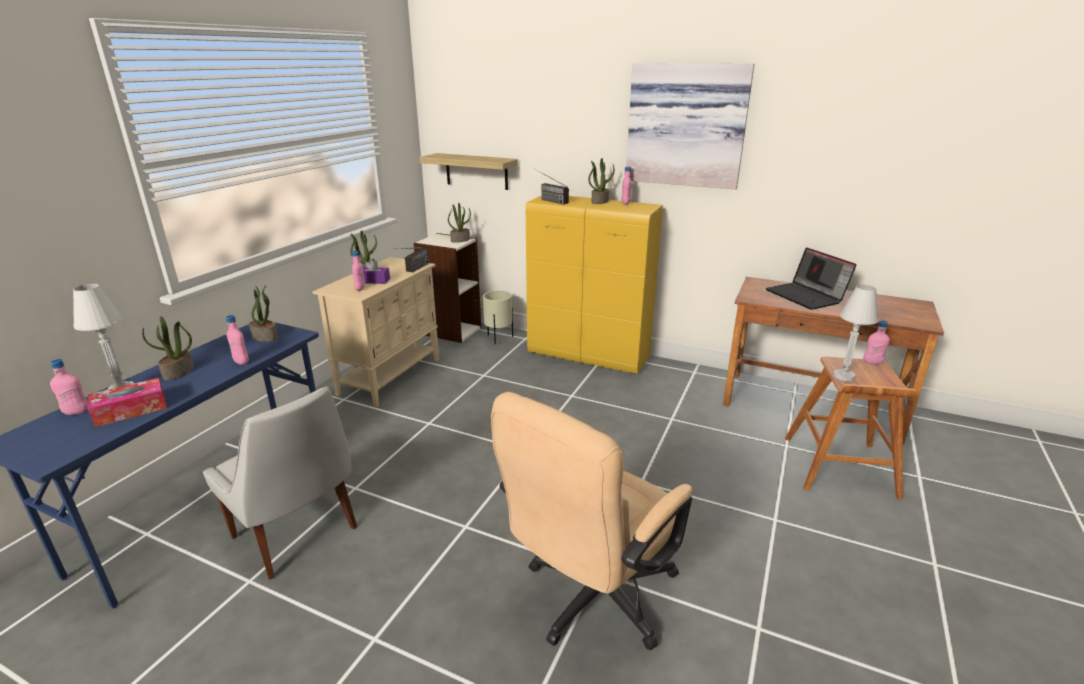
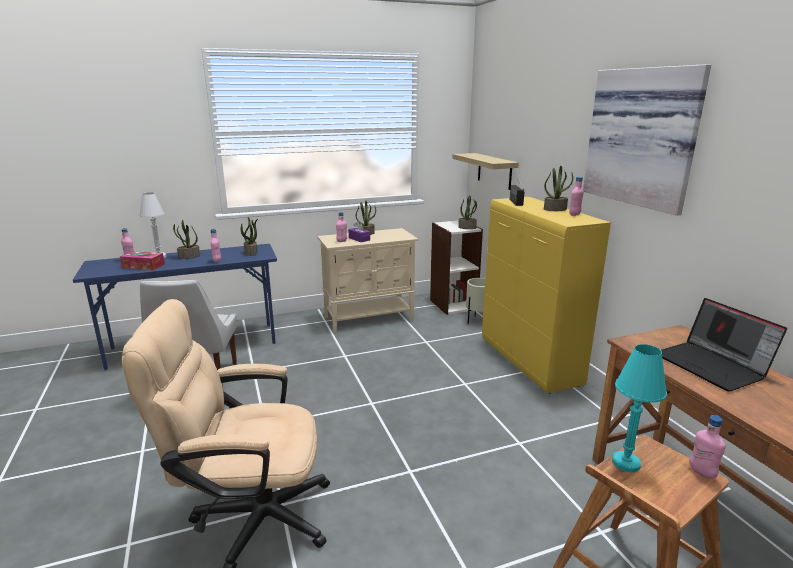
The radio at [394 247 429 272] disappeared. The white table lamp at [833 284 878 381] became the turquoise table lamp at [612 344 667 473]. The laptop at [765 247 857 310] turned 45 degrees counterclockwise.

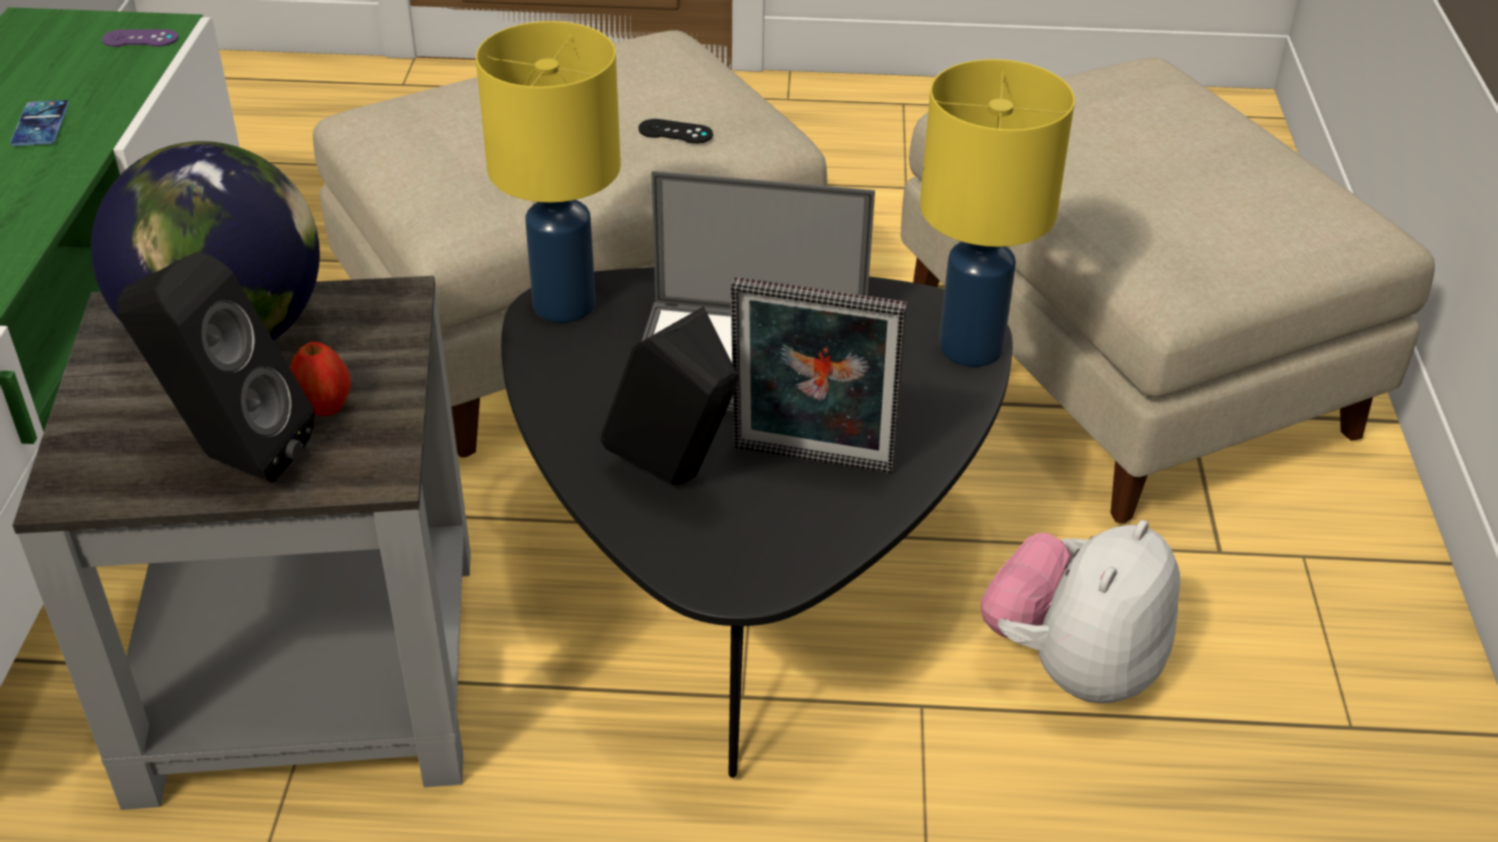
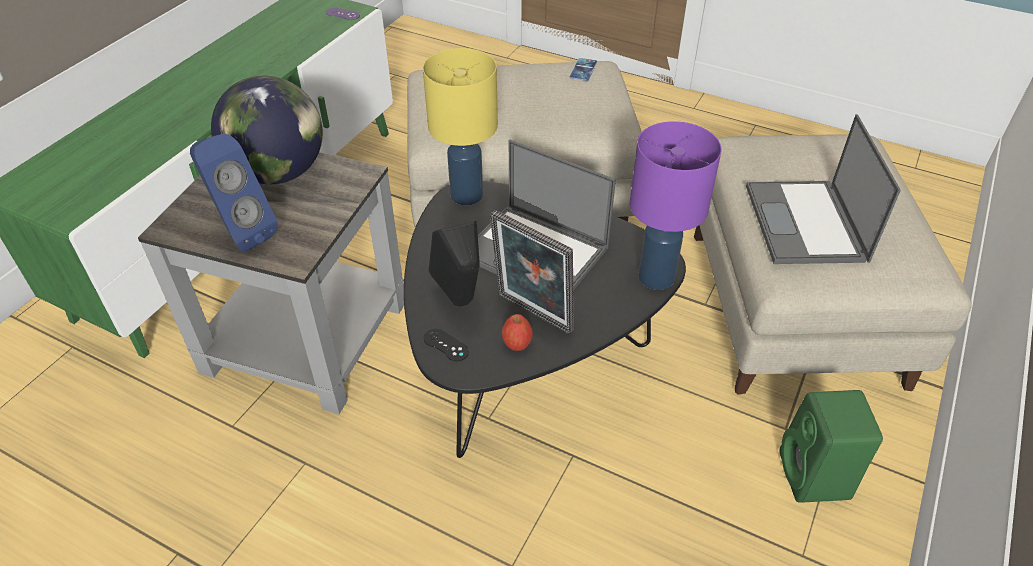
The plush toy at [981 520 1180 703] disappeared. The laptop at [746 114 901 264] appeared. The green speaker at [779 390 883 503] appeared. The phone moved from [10 100 69 146] to [570 58 597 81]. The apple moved from [290 342 351 416] to [502 314 533 351]. The black game controller moved from [638 119 713 144] to [424 329 469 361]. The black speaker at [117 252 315 483] became the blue speaker at [190 133 278 251]. The yellow table lamp at [920 59 1075 367] became the purple table lamp at [630 121 721 290].

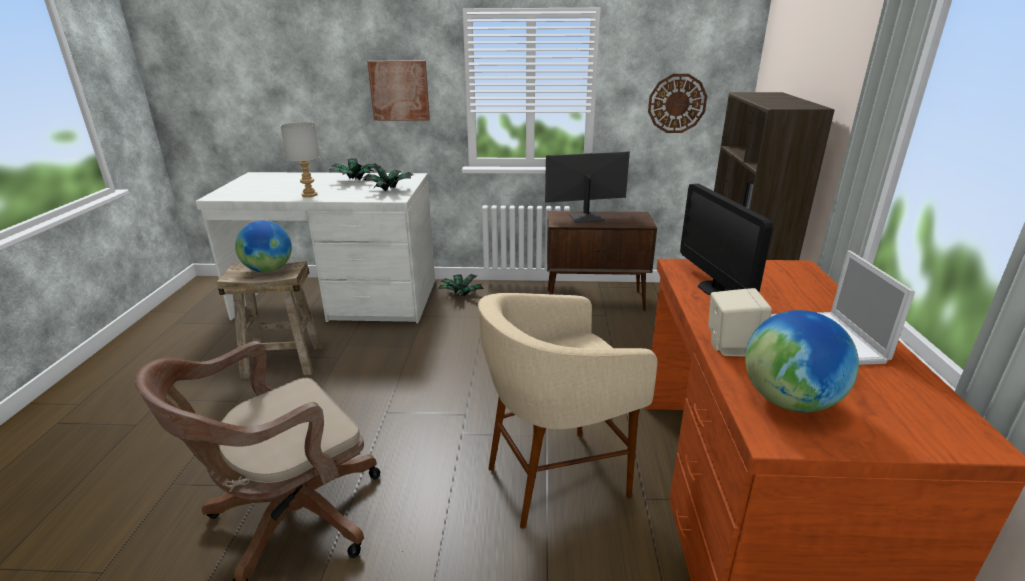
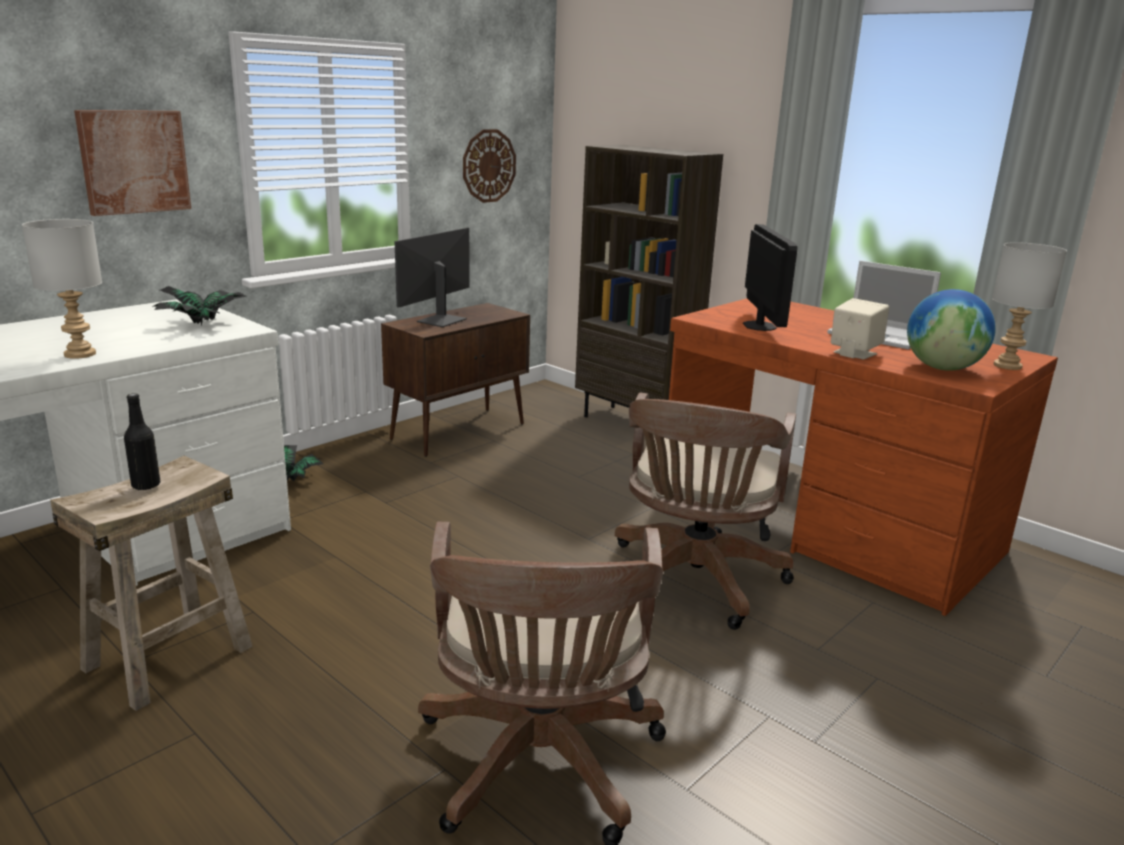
The potted plant at [329 158 378 181] disappeared. The grey table lamp at [992 242 1067 370] appeared. The globe at [235 220 292 272] was replaced by the black bottle at [124 393 161 490]. The beige stool at [478 293 657 529] was replaced by the brown office chair at [615 393 796 630]. The monitor at [680 184 773 295] turned 120 degrees counterclockwise.

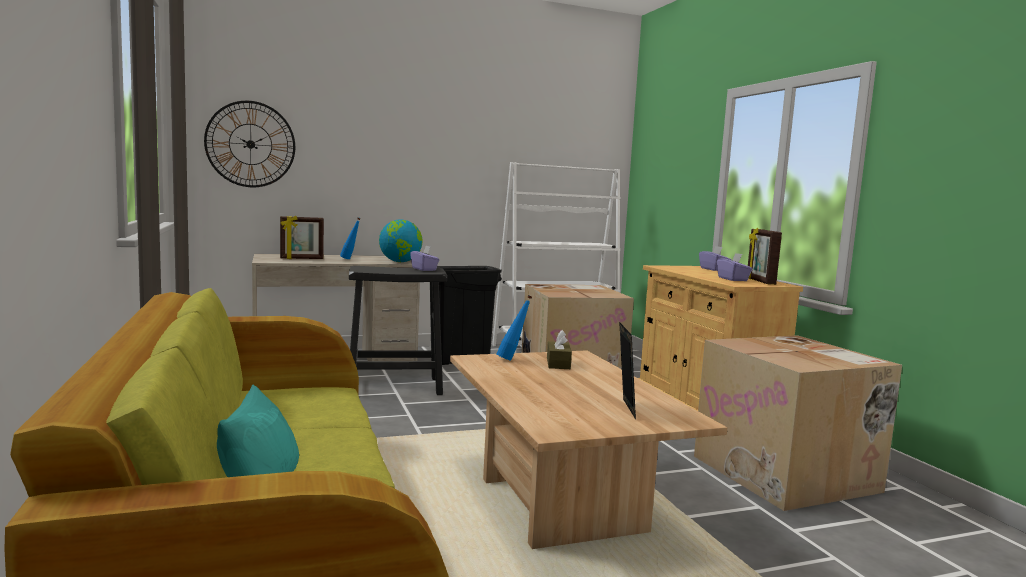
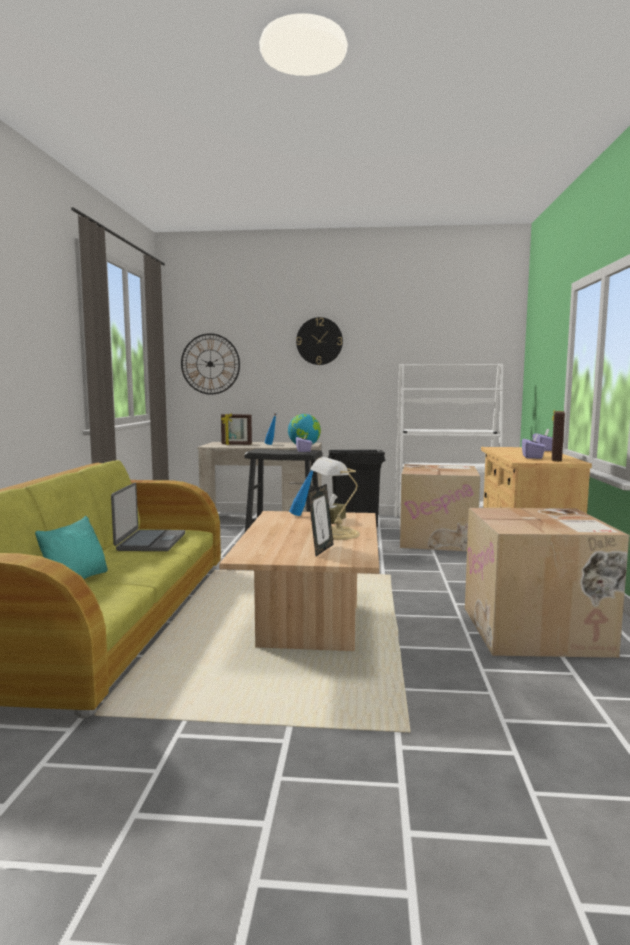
The laptop at [111 482 185 551] appeared. The wall clock at [296 317 343 365] appeared. The table lamp at [310 457 360 540] appeared.

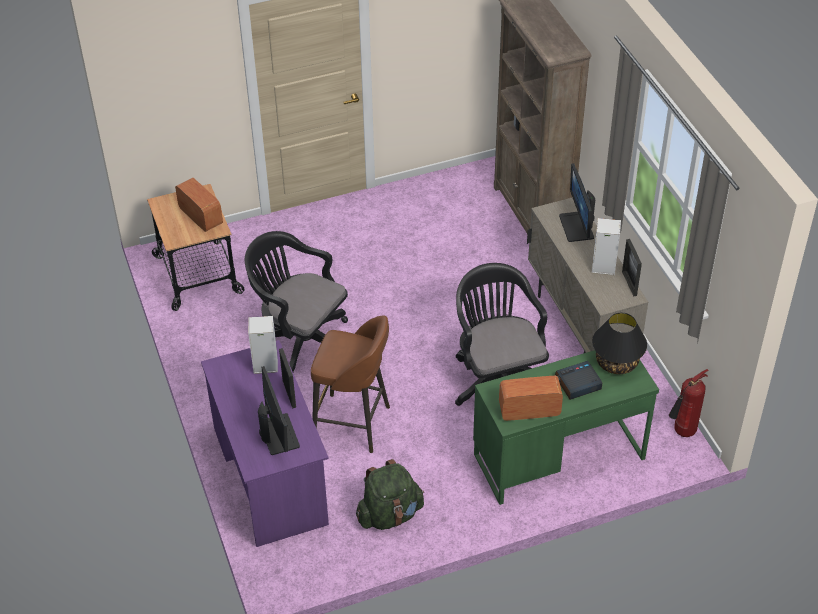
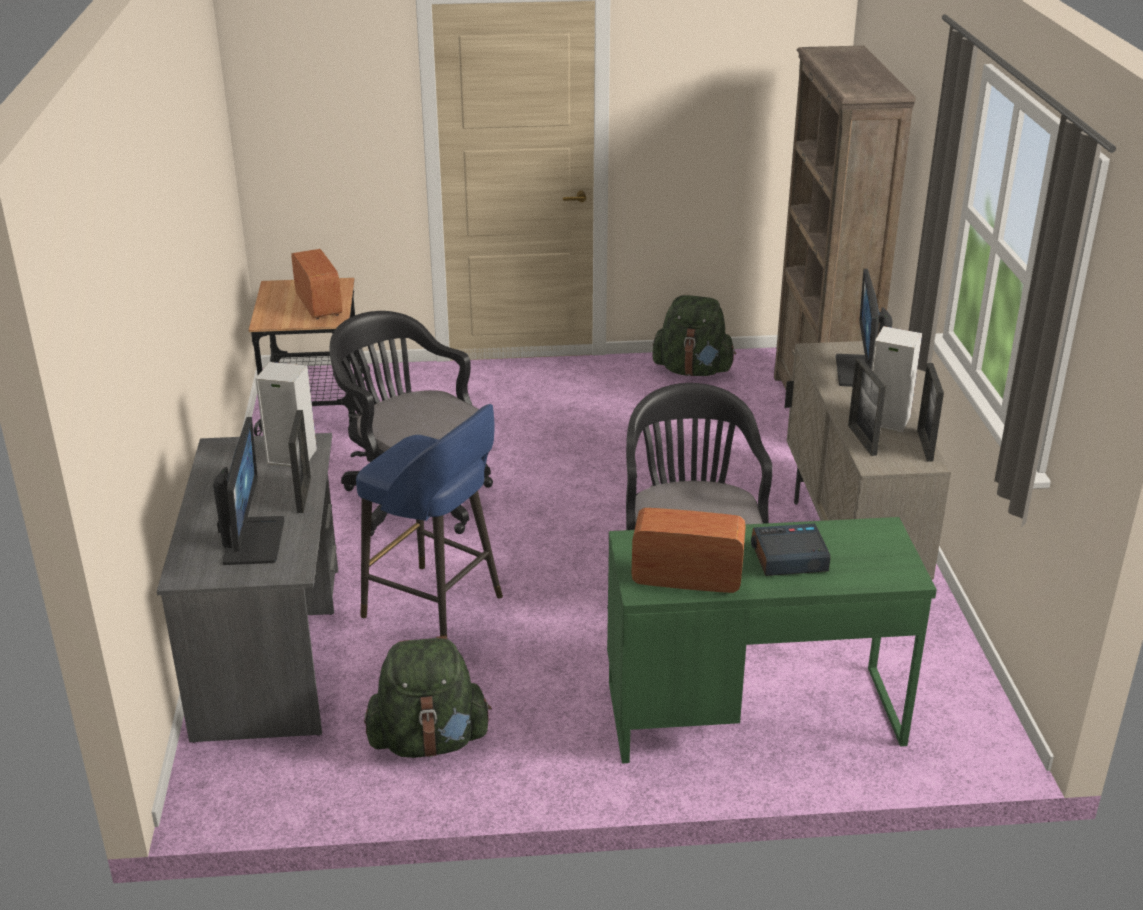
The black table lamp at [592 313 647 374] disappeared. The fire extinguisher at [669 369 709 437] disappeared. The green backpack at [653 295 736 376] appeared. The picture frame at [848 358 886 456] appeared. The purple desk at [201 340 329 547] became the grey desk at [157 433 338 743]. The brown stool at [311 316 390 453] became the blue stool at [356 404 503 636].

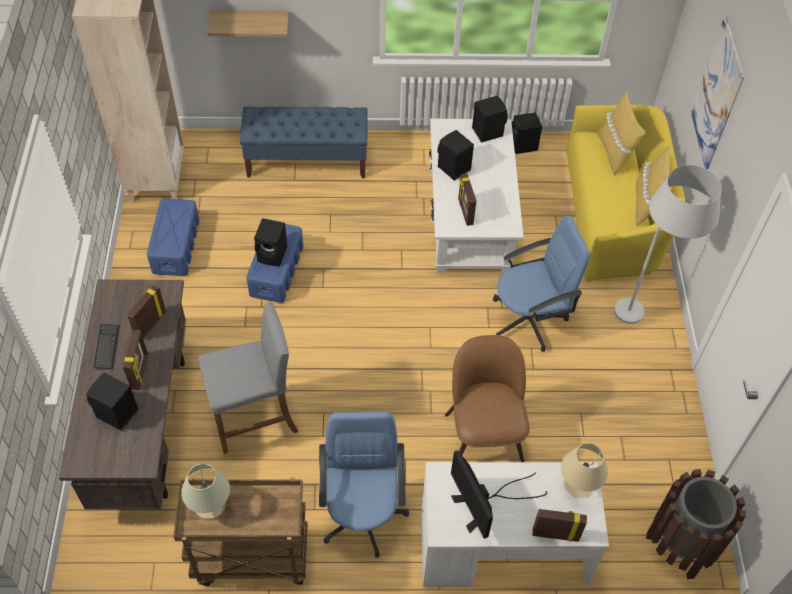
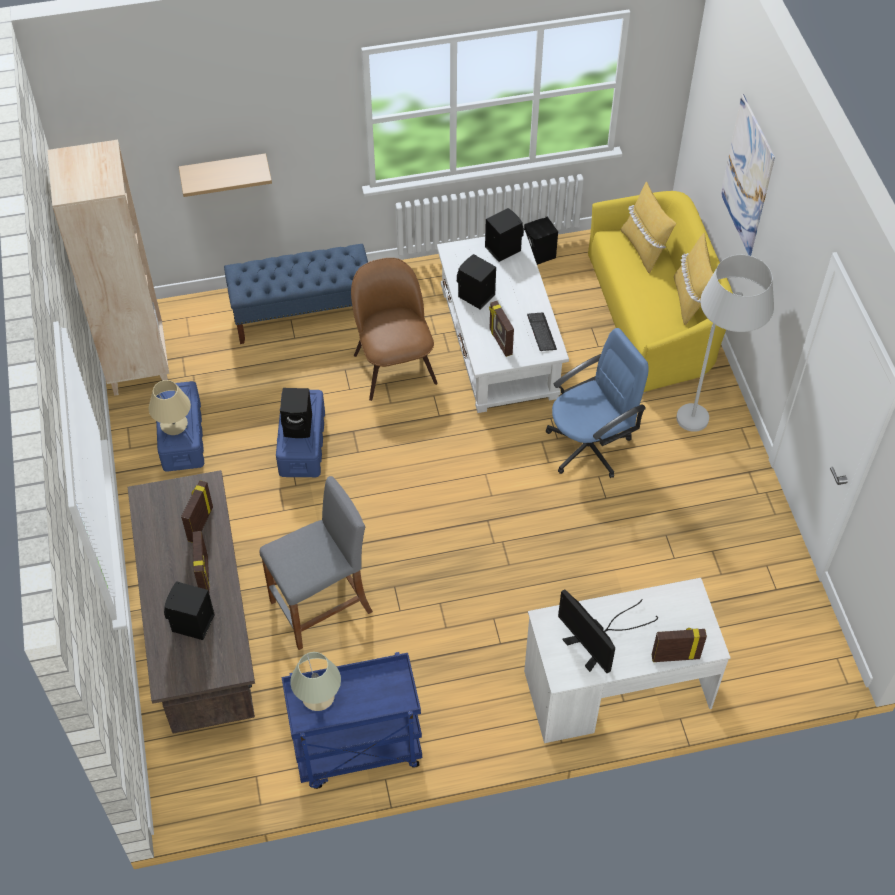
The blue office chair at [319 412 409 558] disappeared. The brown trash can at [646 469 746 579] disappeared. The keyboard moved from [93 324 120 369] to [527 313 557 351]. The brown chair moved from [445 335 530 462] to [351 258 438 401]. The beige table lamp moved from [561 443 608 498] to [149 380 191 435]. The brown cart at [174 478 308 586] became the blue cart at [281 652 422 789].

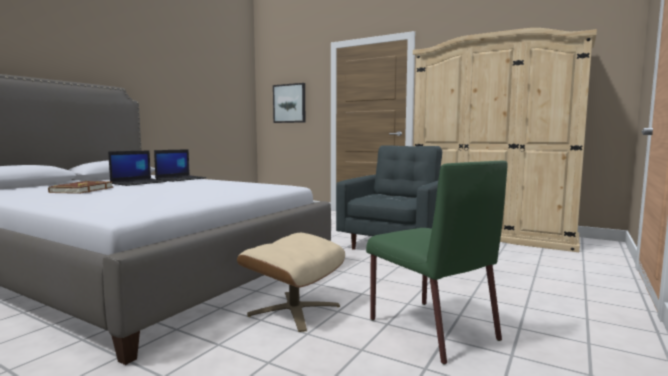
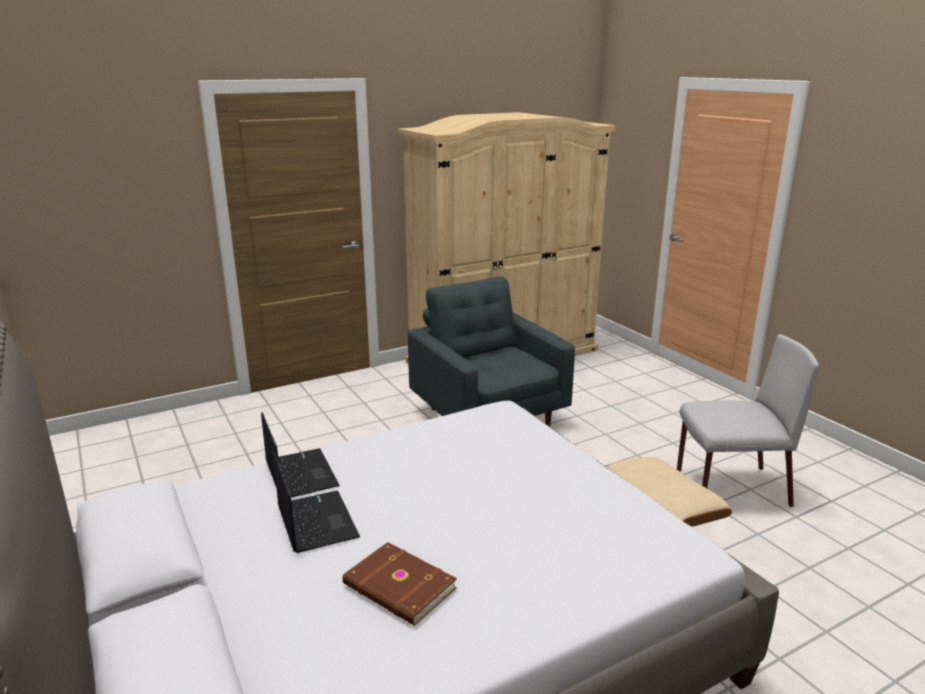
The picture at [273 83 305 123] disappeared. The green chair at [366 161 508 365] became the grey chair at [677 334 819 507].

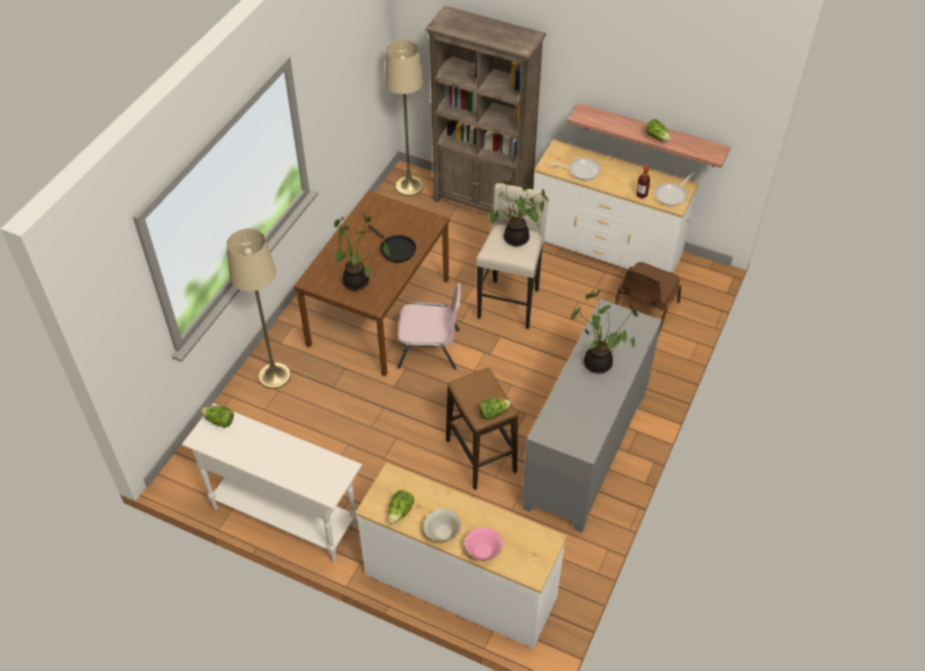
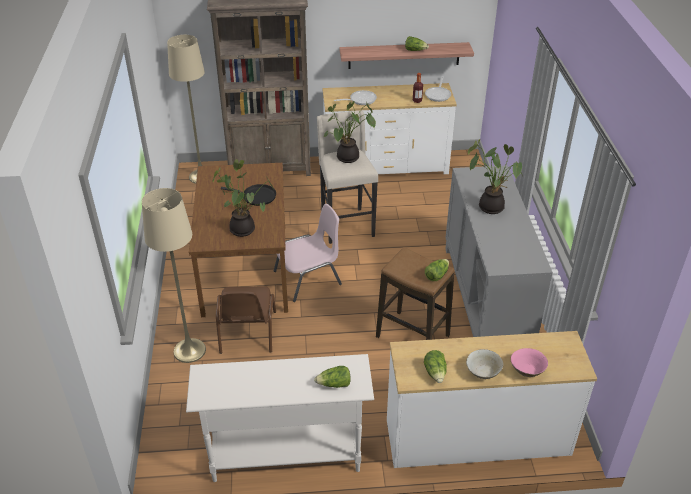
The lettuce moved from [201 406 234 428] to [314 366 351 388]. The brown chair moved from [614 262 681 337] to [216 286 276 354].

